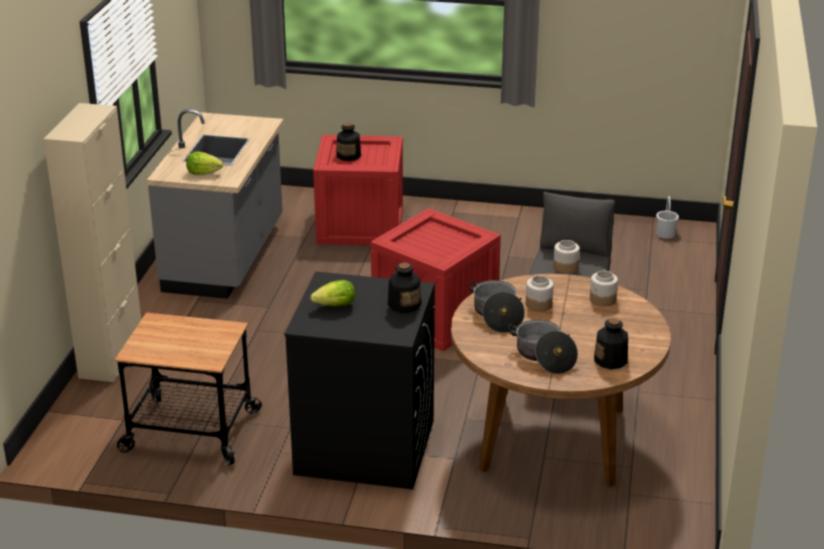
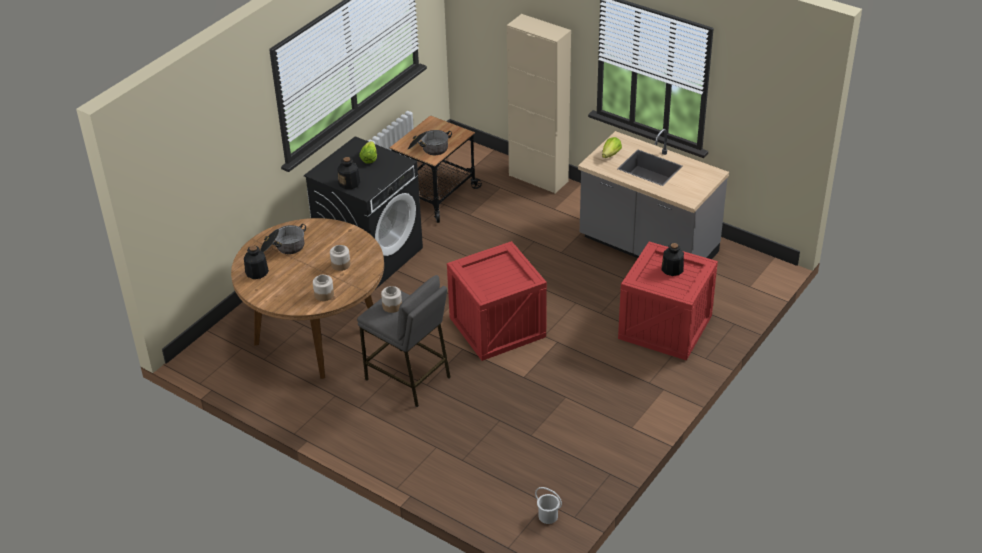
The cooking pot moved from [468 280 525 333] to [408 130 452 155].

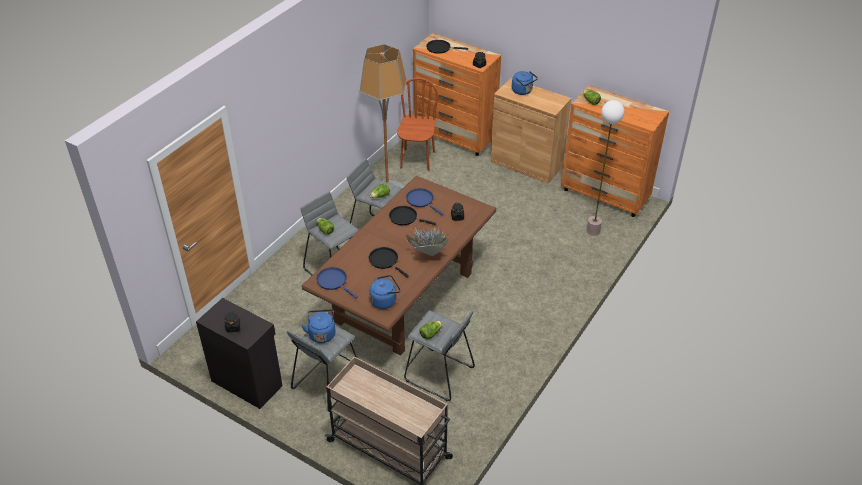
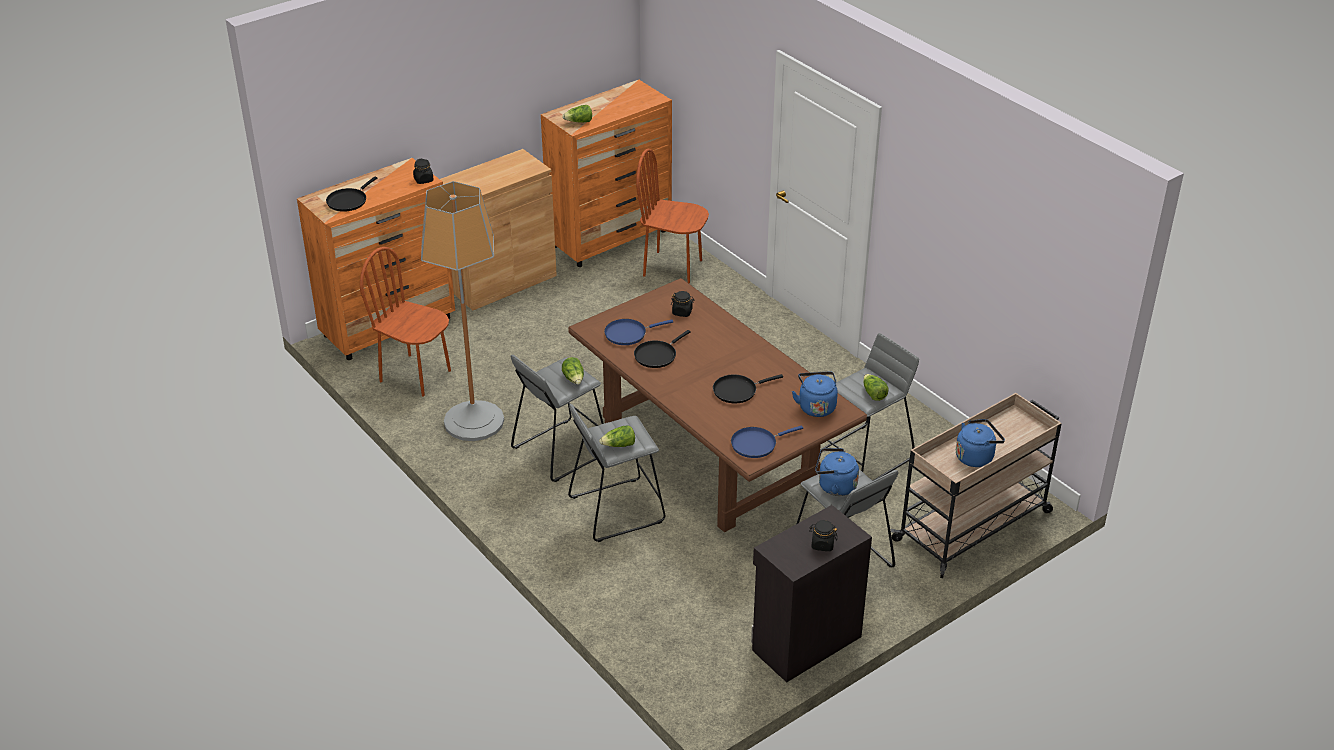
The potted plant at [406 221 449 256] disappeared. The blue kettle moved from [512 71 538 95] to [956 419 1005 467]. The floor lamp at [587 100 624 236] was replaced by the brown chair at [636 149 709 284].

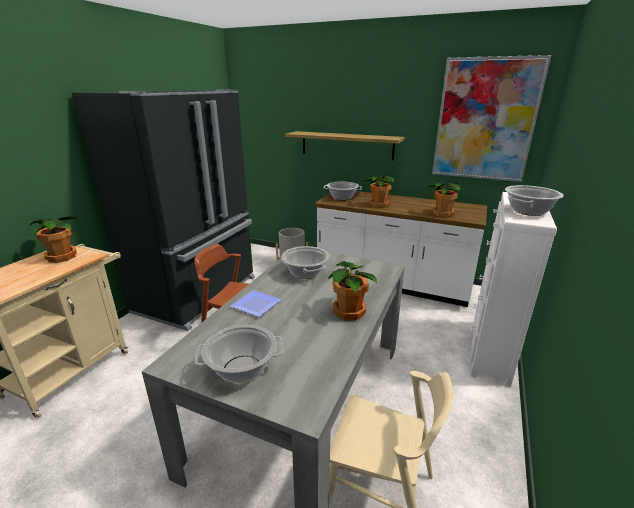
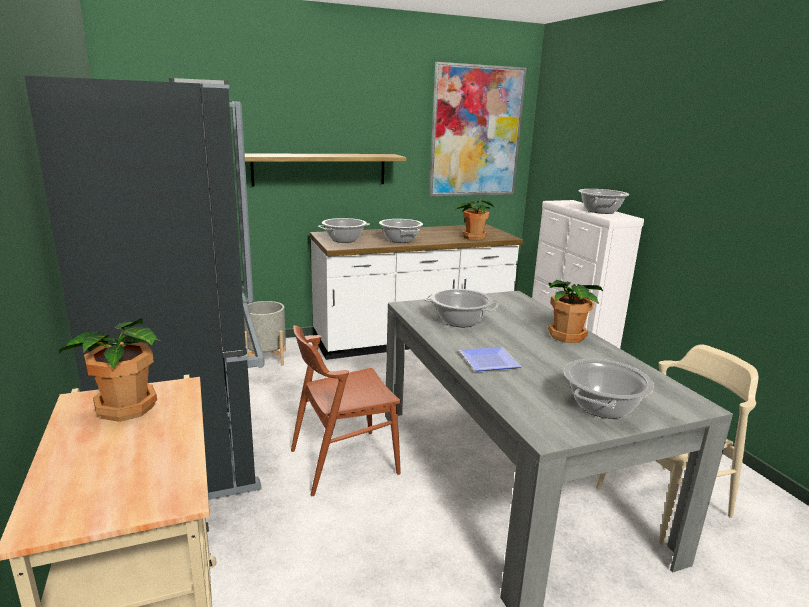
The potted plant at [363 175 394 208] was replaced by the cooking pot at [379 219 423 243].

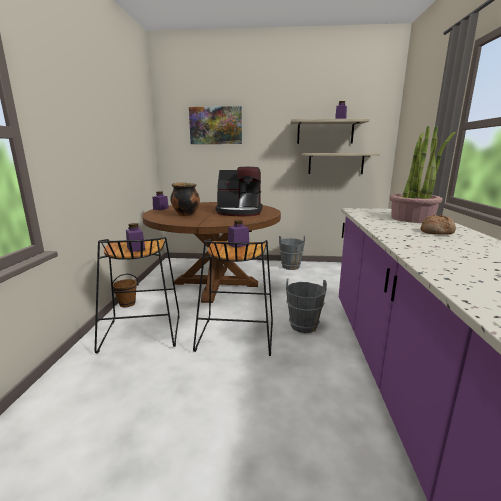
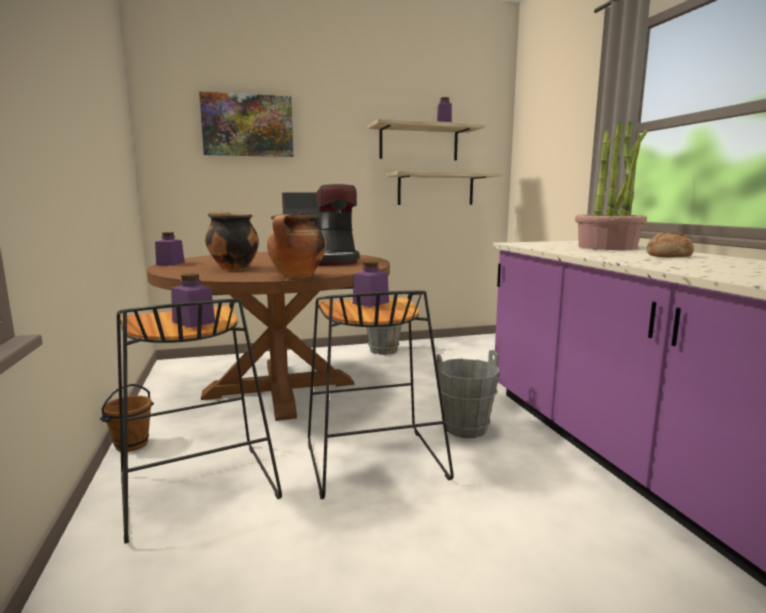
The cooking pot at [267 214 326 278] appeared.

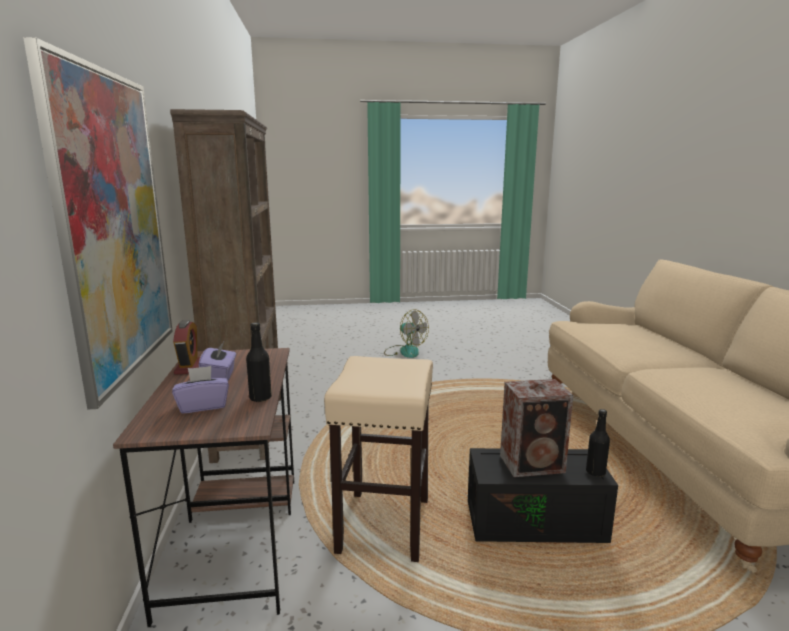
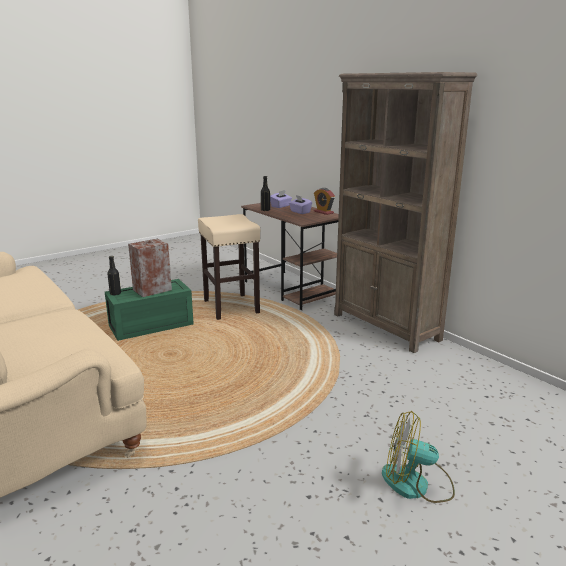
The picture at [23 37 173 410] disappeared. The black storage box at [468 448 618 543] became the green storage box at [105 279 194 341].

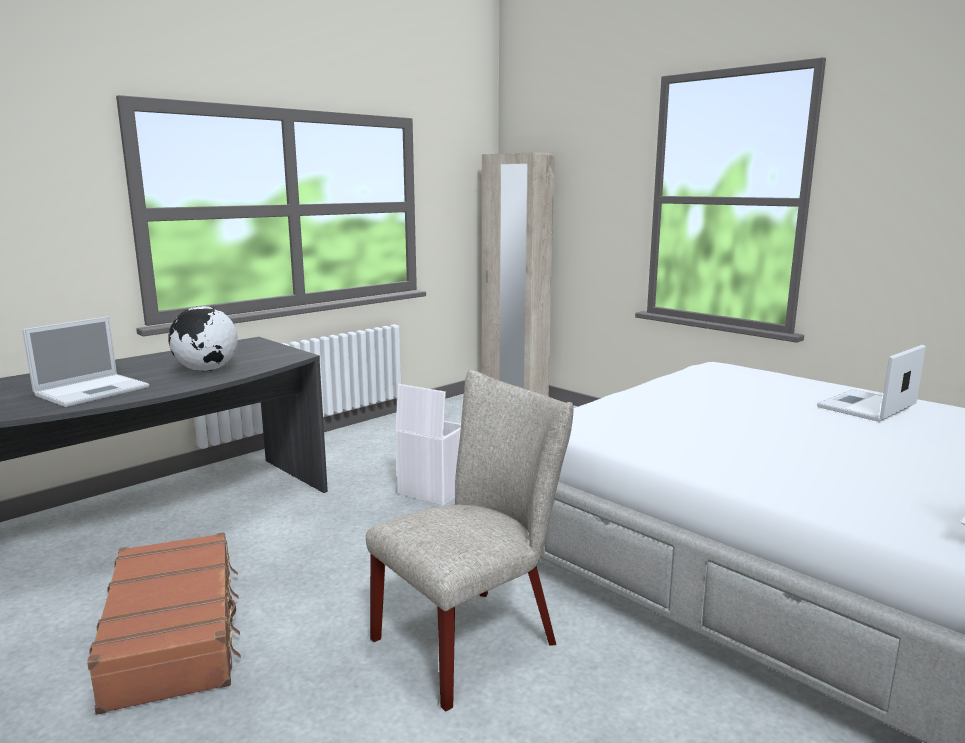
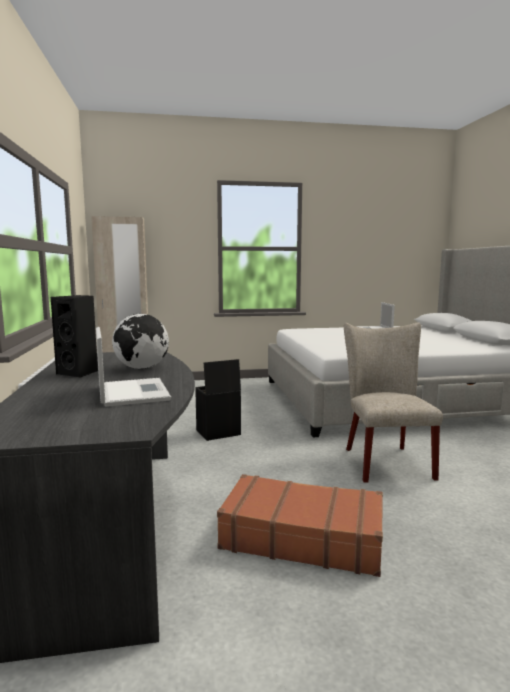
The black speaker at [51 295 98 378] appeared. The white storage box at [396 384 461 505] became the black storage box at [195 359 241 441].

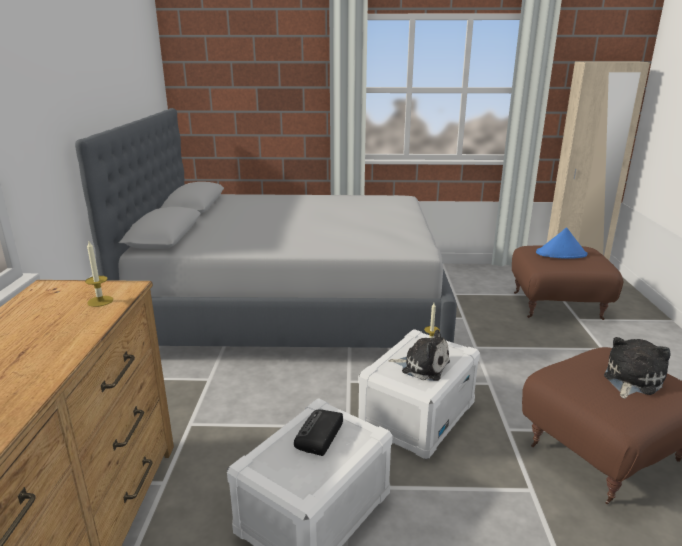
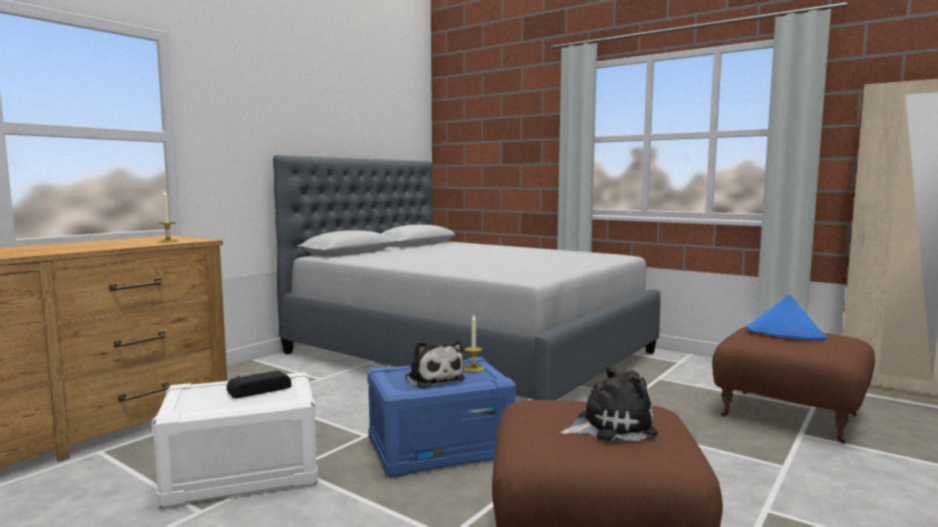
The white storage box at [358 329 480 459] became the blue storage box at [367 357 517 478].

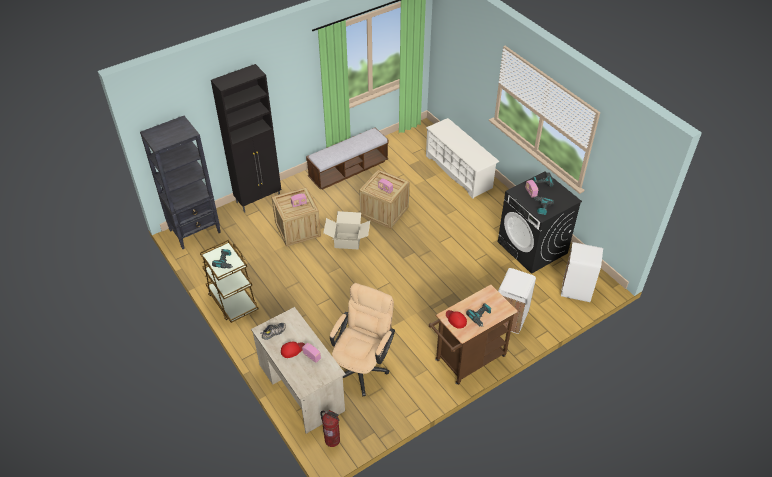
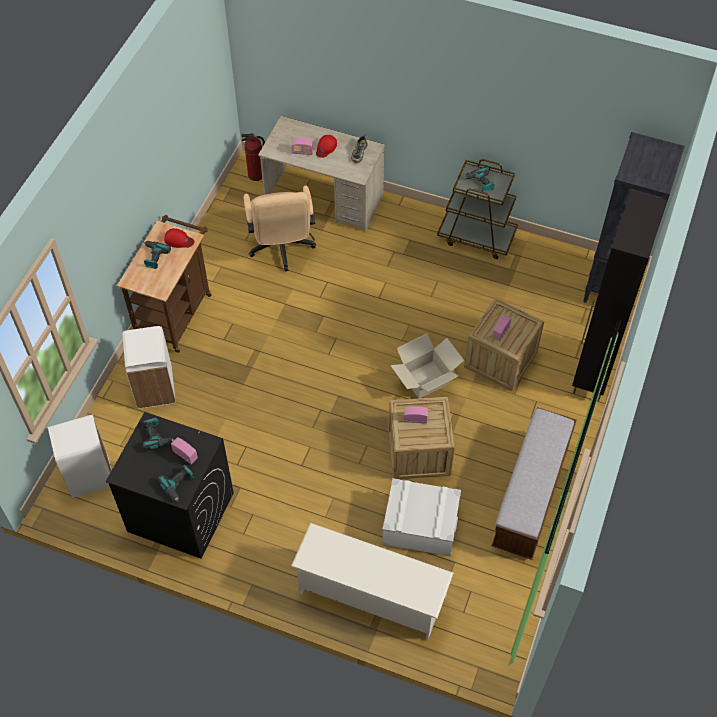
The white storage box at [382 478 461 557] appeared.

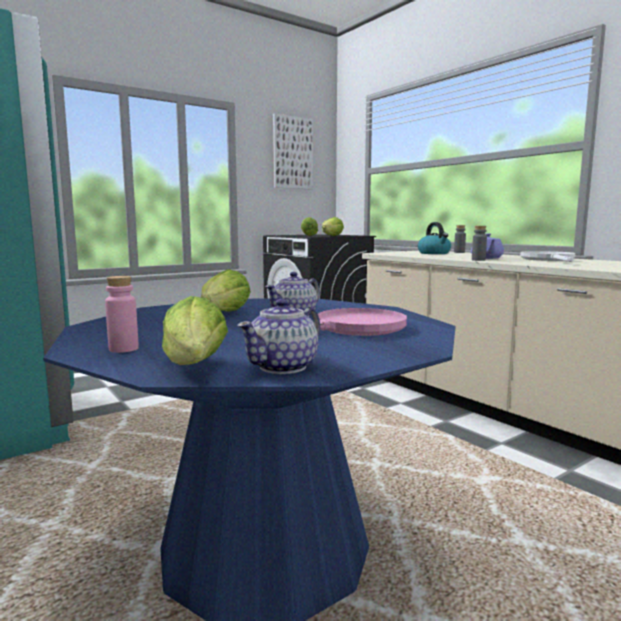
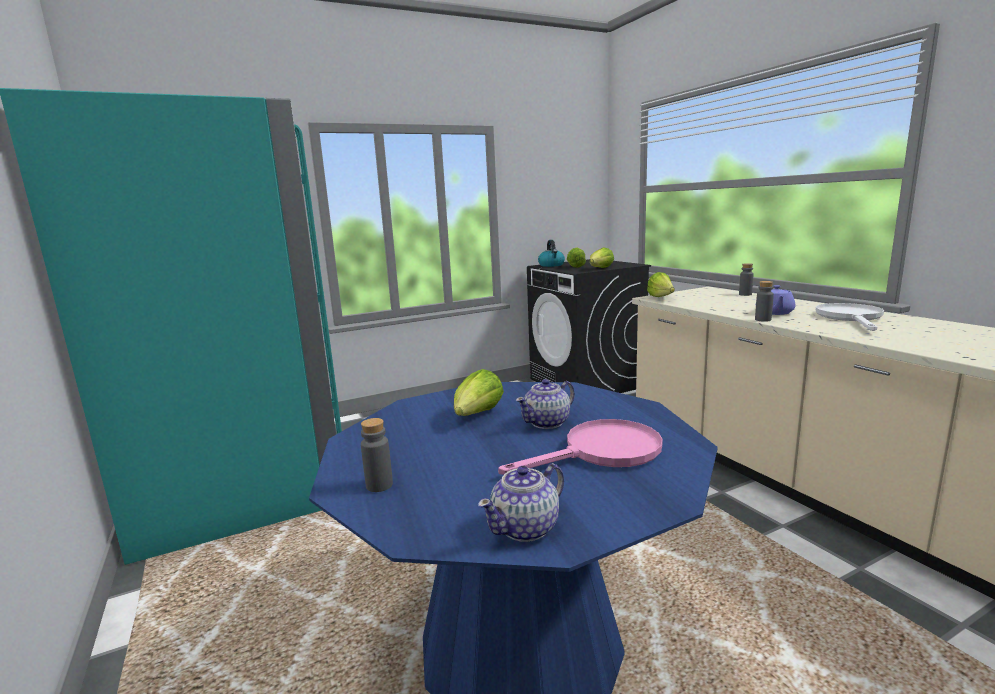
The picture at [273 113 313 190] disappeared. The lettuce moved from [162 296 228 365] to [647 272 675 297]. The kettle moved from [418 222 451 254] to [538 240 565 267]. The pink bottle at [105 276 139 353] became the grey bottle at [361 418 393 492].

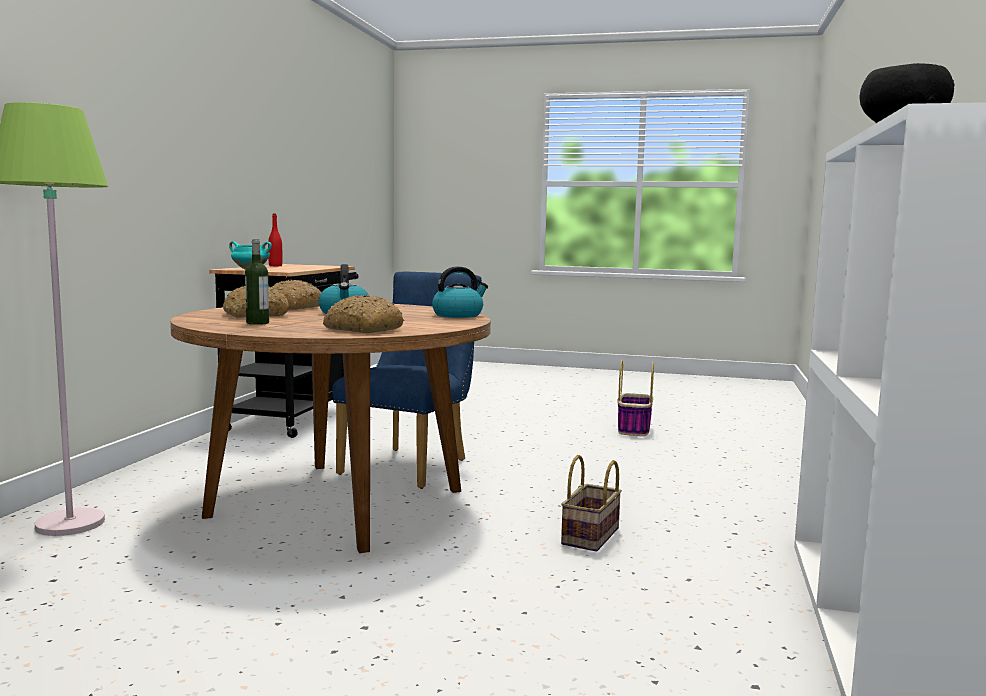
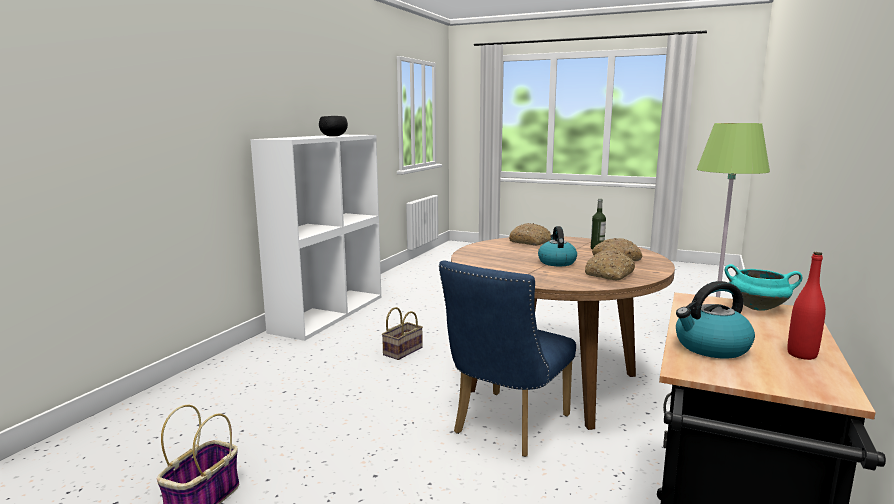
The kettle moved from [432 266 488 318] to [676 281 755 359].

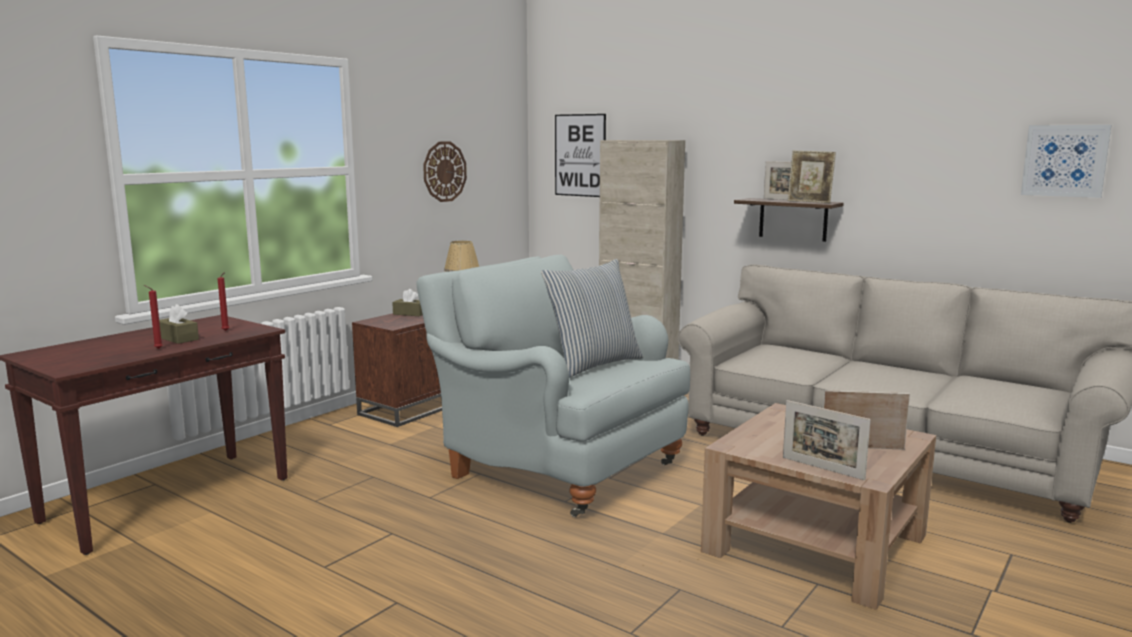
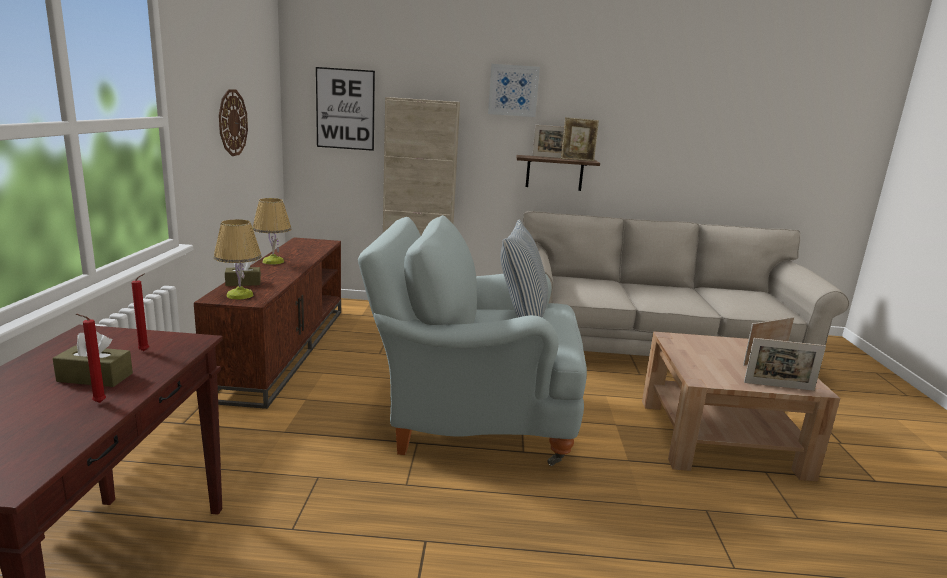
The table lamp at [214 219 262 300] appeared. The picture moved from [1021 125 1112 198] to [488 64 540 117].

